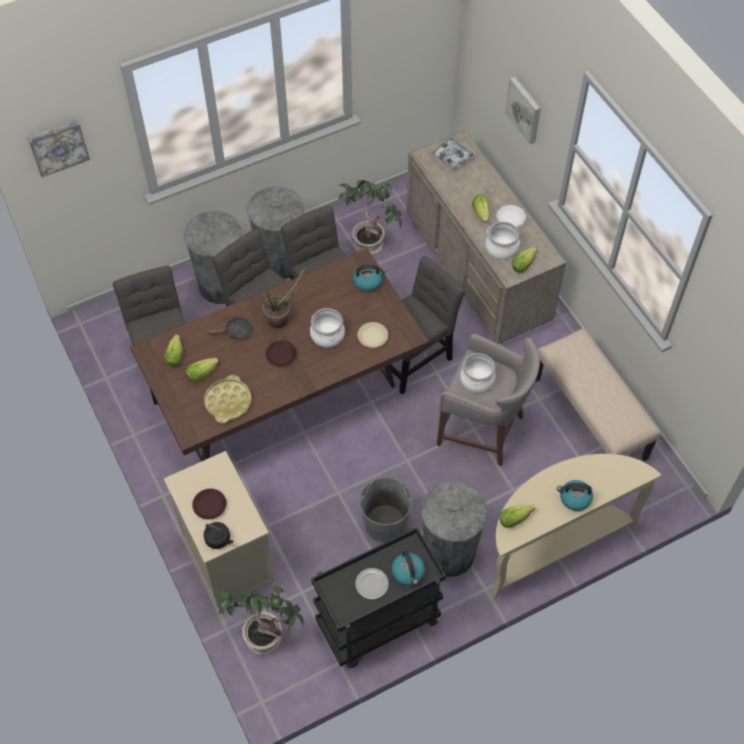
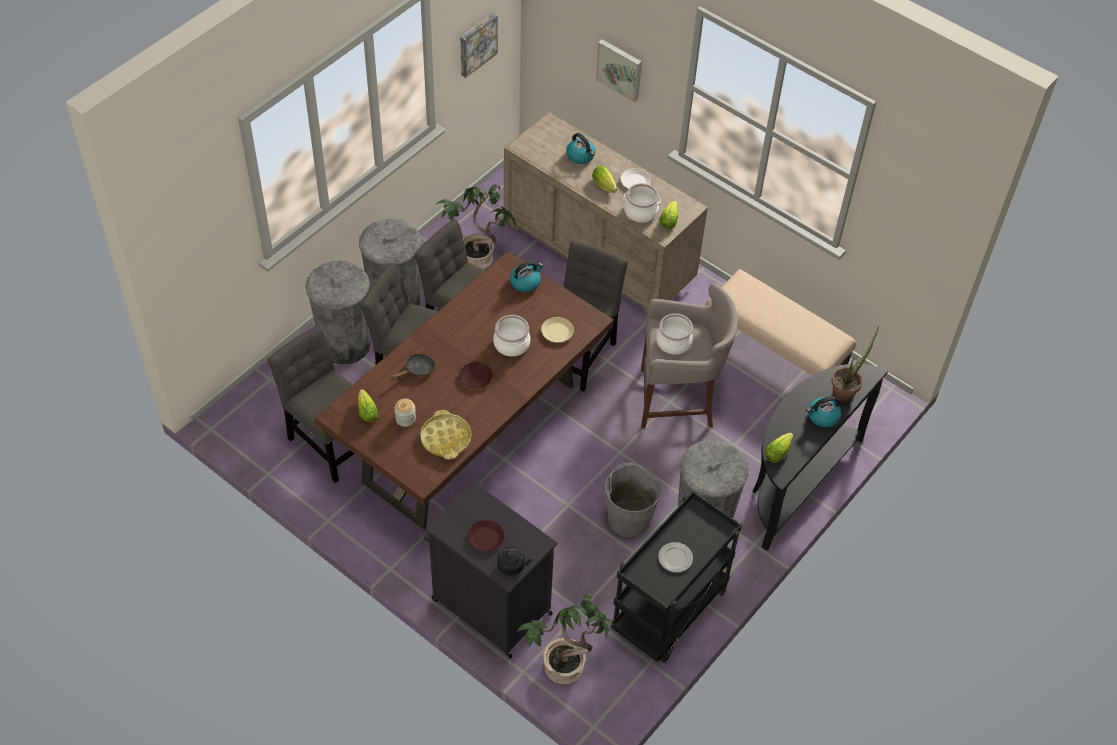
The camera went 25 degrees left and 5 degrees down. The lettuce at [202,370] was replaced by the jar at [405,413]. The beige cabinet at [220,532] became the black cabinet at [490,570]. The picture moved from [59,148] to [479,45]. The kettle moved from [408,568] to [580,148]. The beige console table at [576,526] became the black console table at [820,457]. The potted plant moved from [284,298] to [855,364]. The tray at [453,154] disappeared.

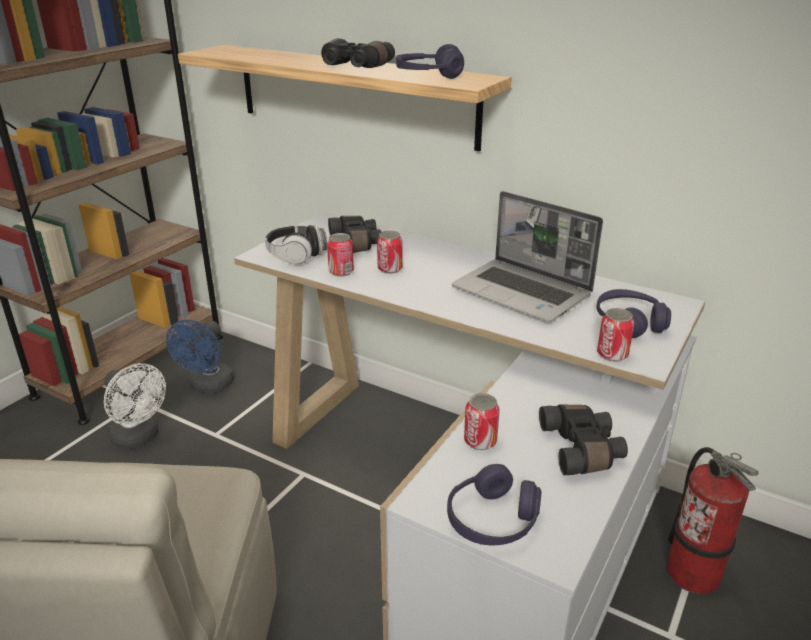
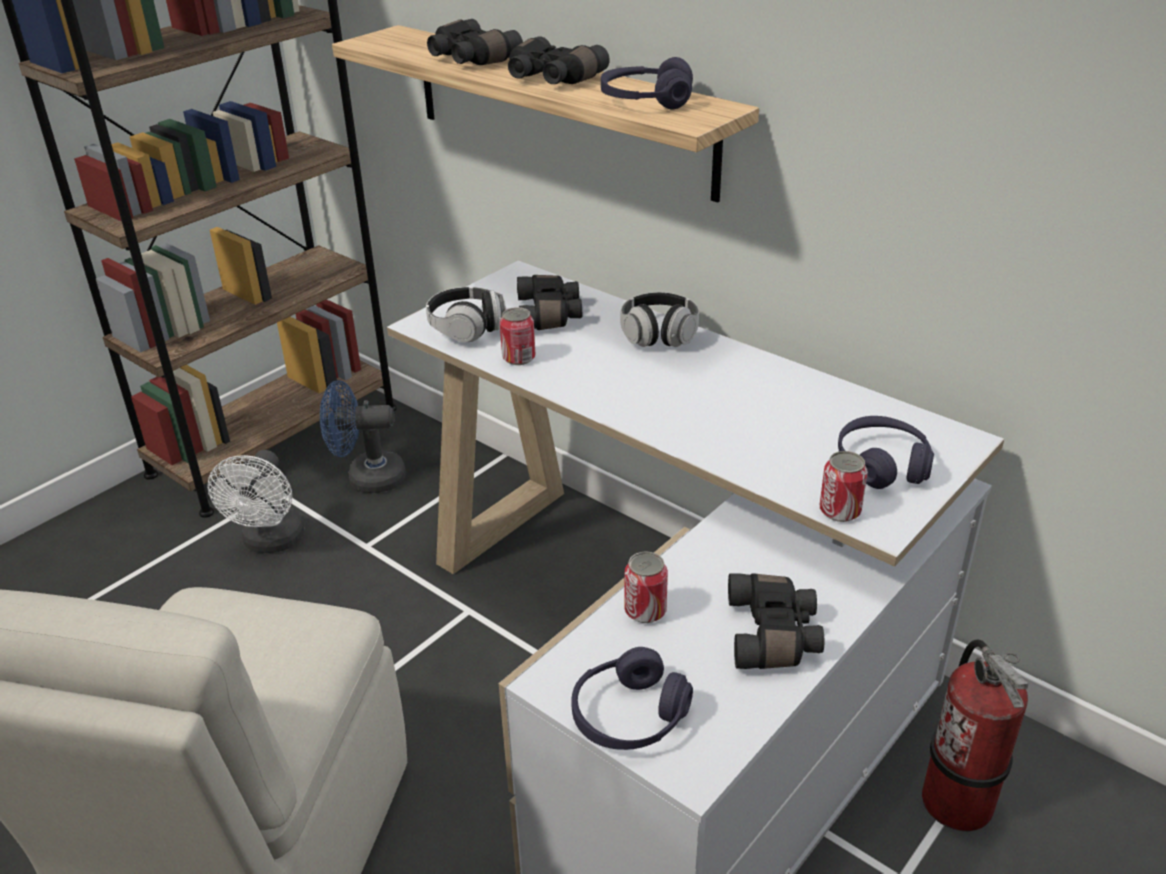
The camera went 10 degrees right and 5 degrees up. The white fan at [135,406] turned 45 degrees clockwise. The blue fan at [200,356] turned 60 degrees clockwise. The black binoculars at [475,42] appeared. The headphones at [660,319] appeared. The can at [389,252] disappeared. The laptop at [527,256] disappeared.

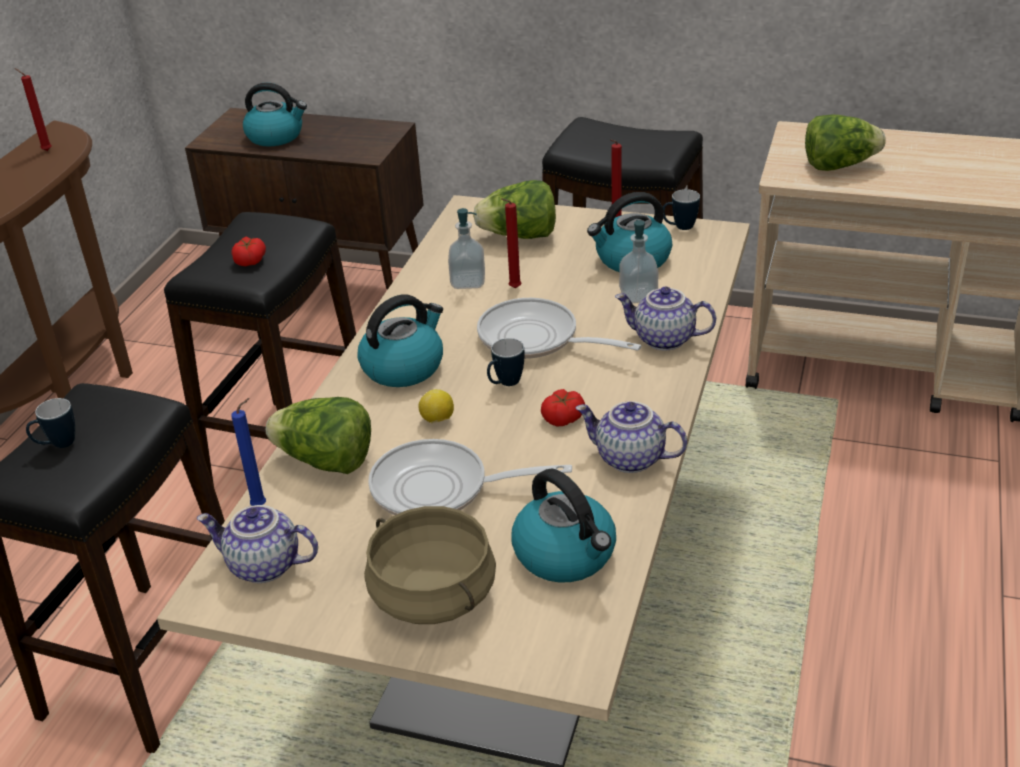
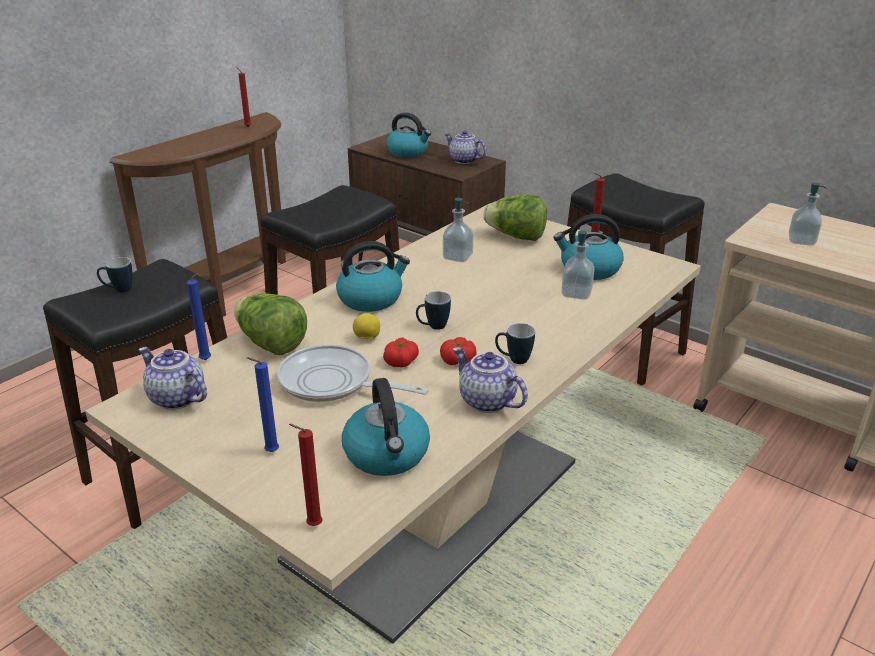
The camera went 20 degrees right and 5 degrees down. The beige cooking pot at [430,565] was replaced by the blue candle at [263,404]. The red candle moved from [511,243] to [306,475]. The tomato moved from [249,251] to [401,352]. The teapot moved from [665,318] to [465,147]. The mug moved from [681,209] to [515,343]. The lettuce at [845,142] was replaced by the soap dispenser at [807,214]. The frying pan at [559,328] disappeared.

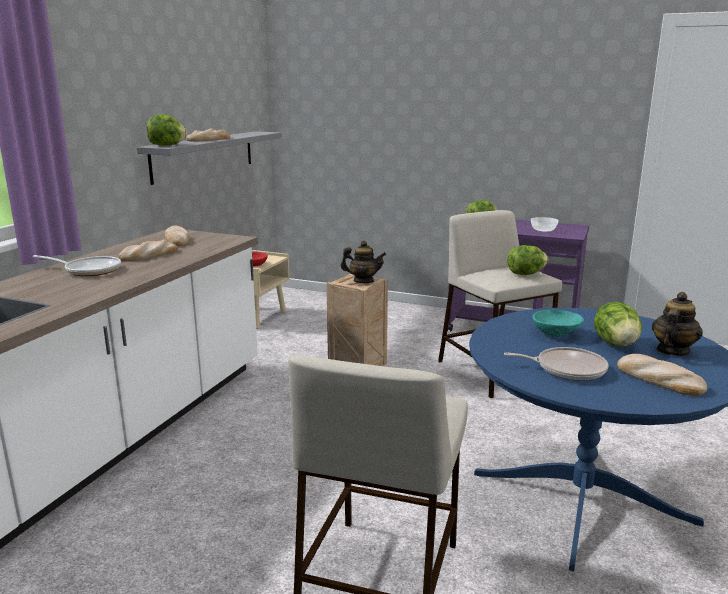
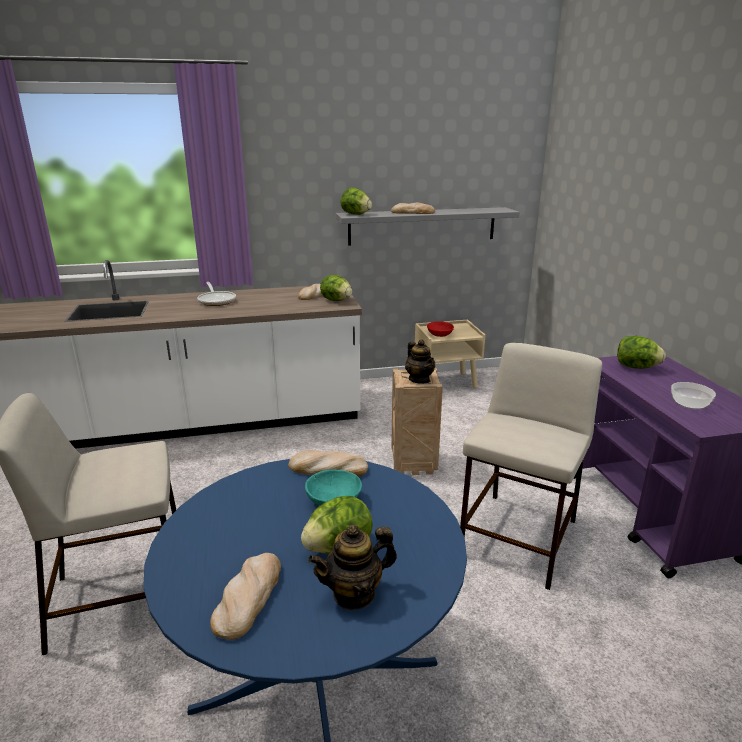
The camera went 55 degrees right and 5 degrees up. The bread moved from [148,250] to [328,463]. The teapot at [677,324] turned 150 degrees clockwise. The lettuce moved from [527,260] to [336,288]. The frying pan at [556,364] disappeared.

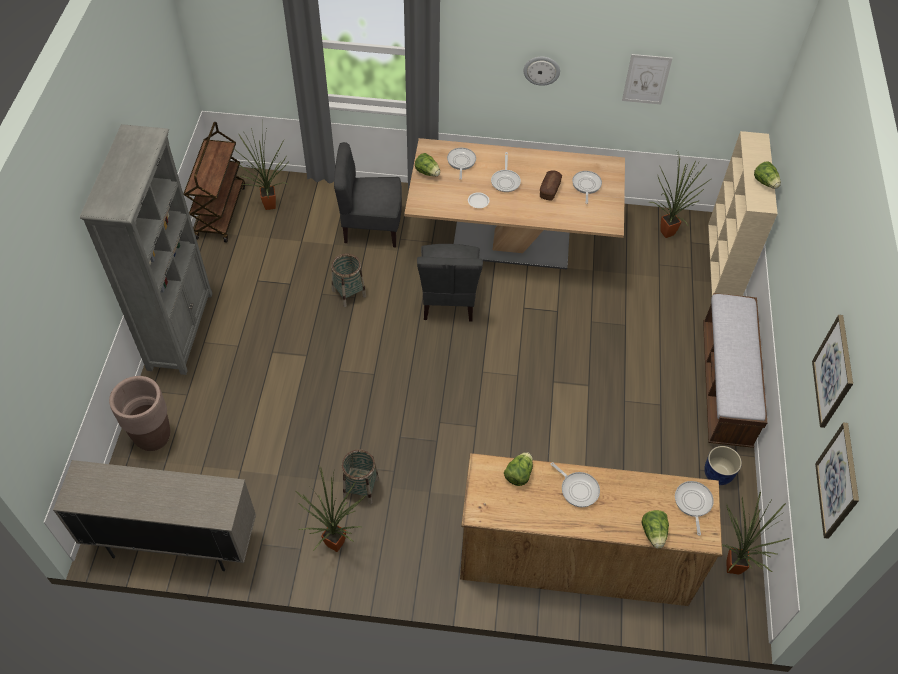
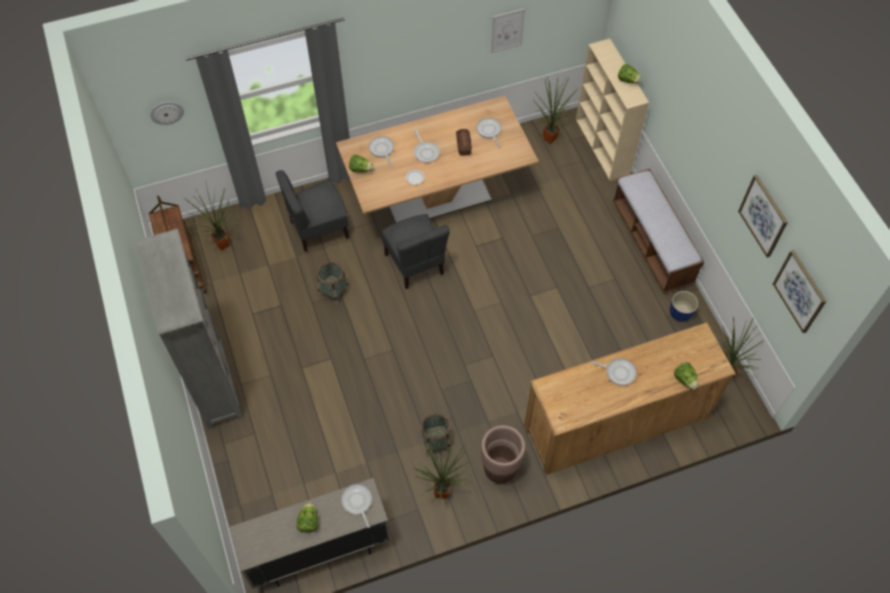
The camera went 25 degrees left and 5 degrees up. The wall clock moved from [542,71] to [167,113]. The lettuce moved from [518,469] to [307,517]. The frying pan moved from [694,508] to [356,506]. The brown planter moved from [139,413] to [503,454].

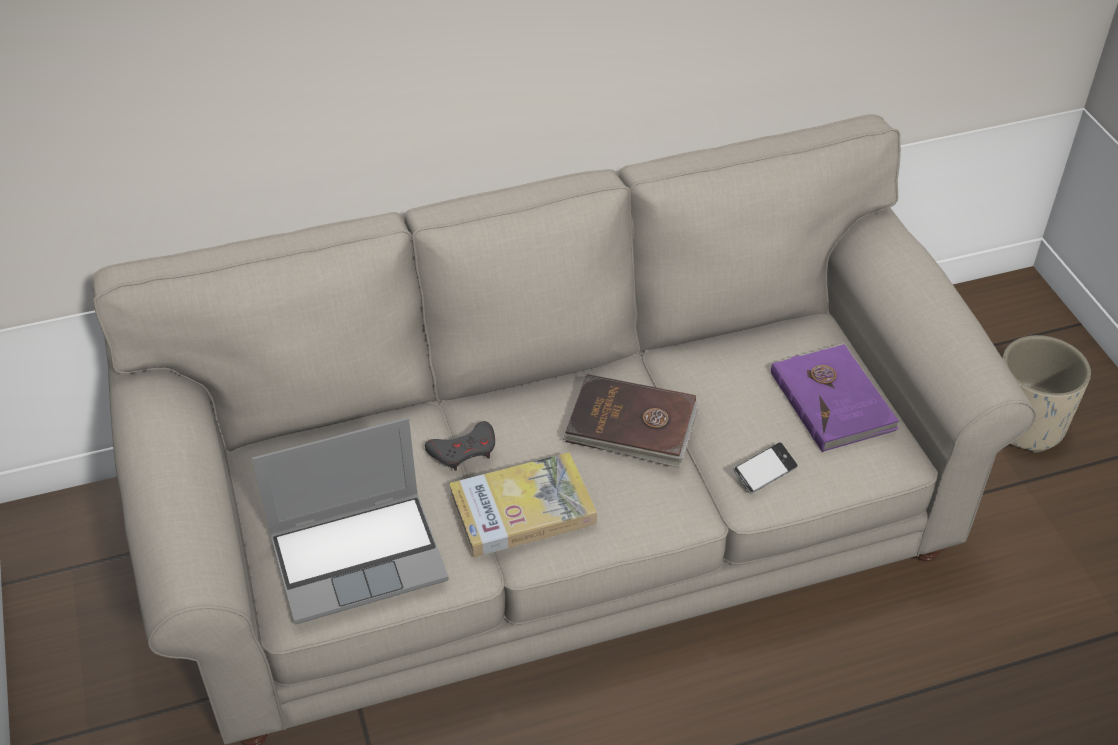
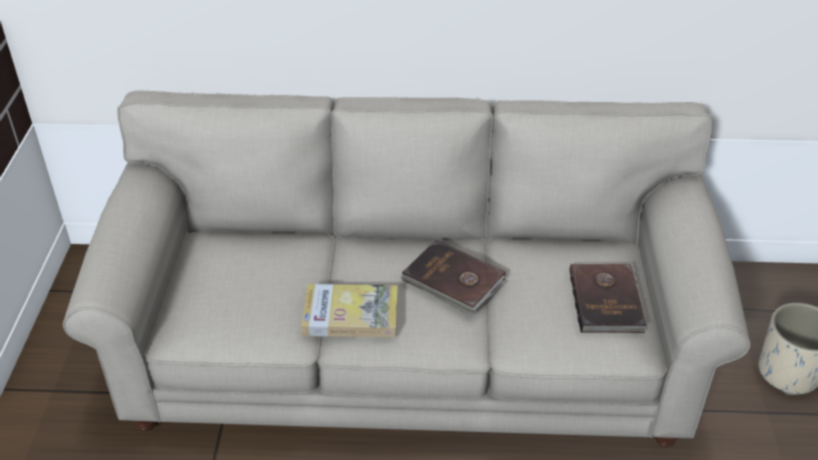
The camera went 20 degrees right and 5 degrees down. The purple book at [835,397] became the brown book at [608,298]. The laptop at [350,520] disappeared. The grey game controller at [460,446] disappeared. The phone at [765,467] disappeared.

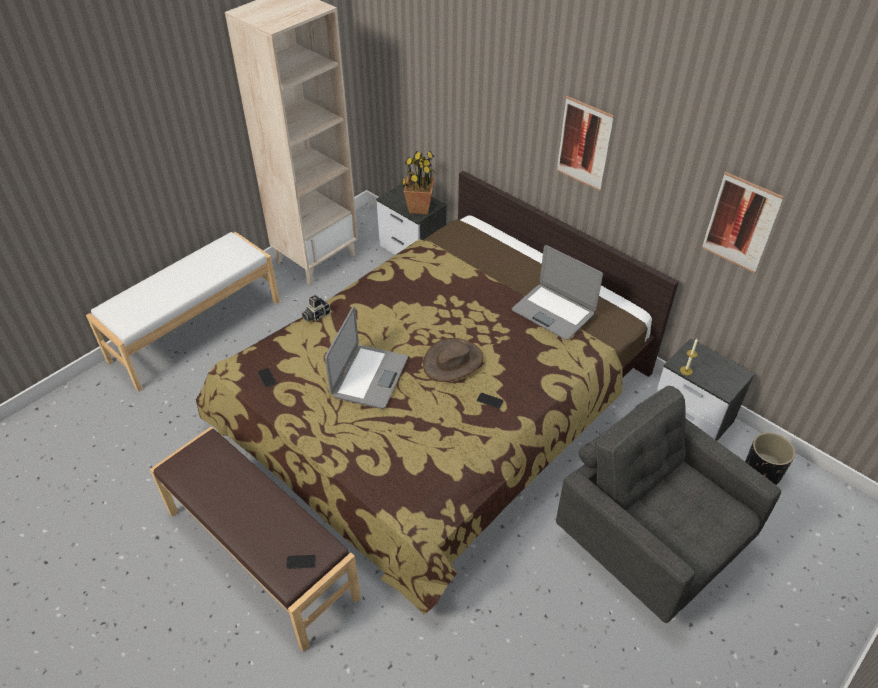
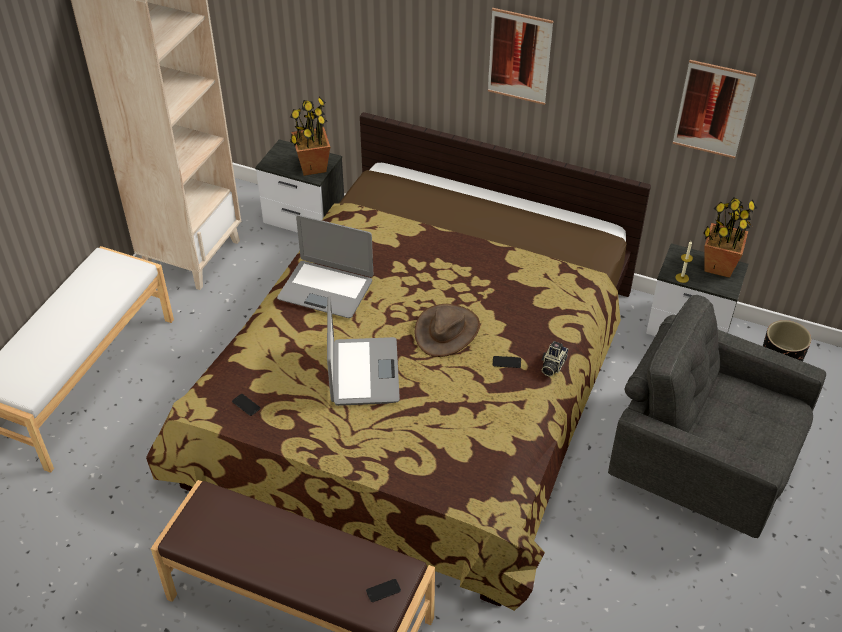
The camera went 20 degrees left and 0 degrees up. The laptop moved from [557,292] to [325,266]. The photo camera moved from [316,308] to [555,359]. The potted plant at [730,237] appeared.

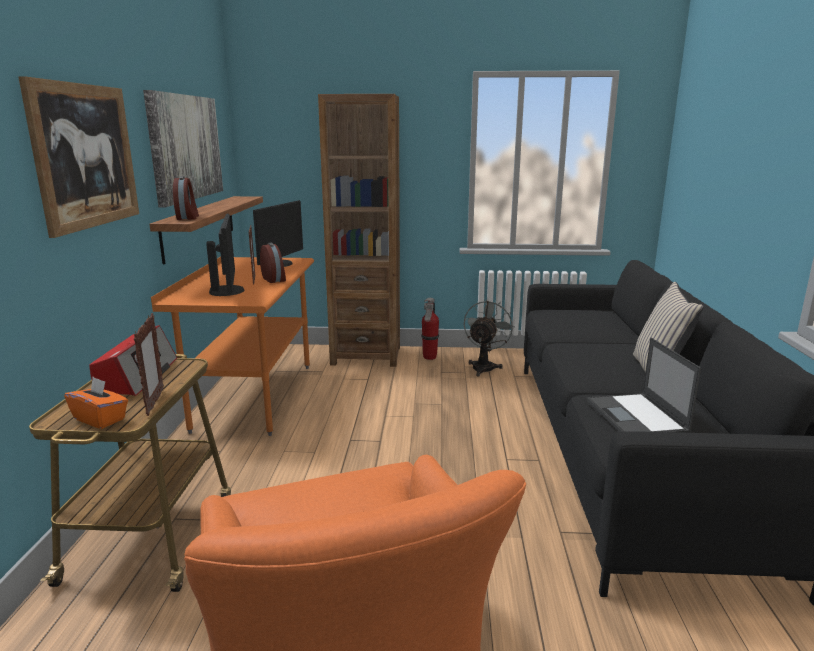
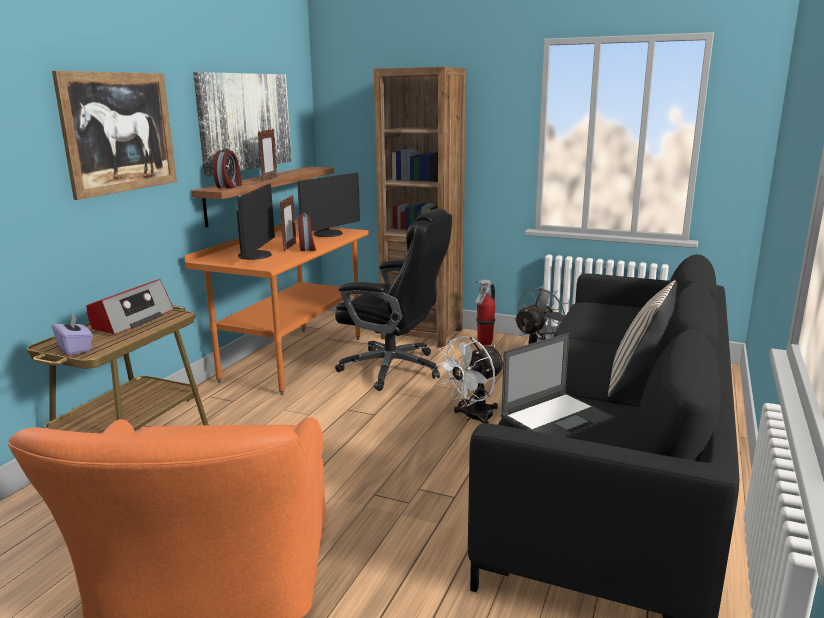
The camera went 20 degrees right and 0 degrees up. The orange tissue box at [96,403] became the purple tissue box at [72,335]. The picture frame moved from [149,364] to [267,155]. The black office chair at [393,299] appeared. The white fan at [469,380] appeared. The laptop at [644,385] turned 135 degrees counterclockwise.

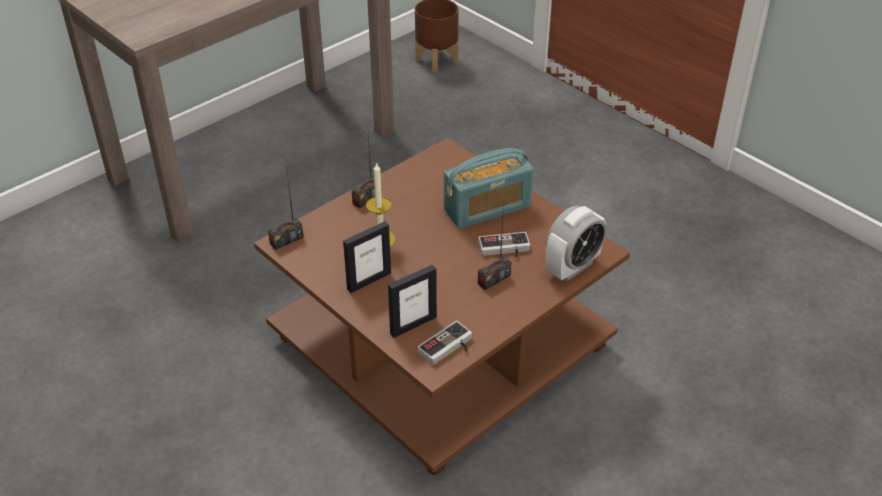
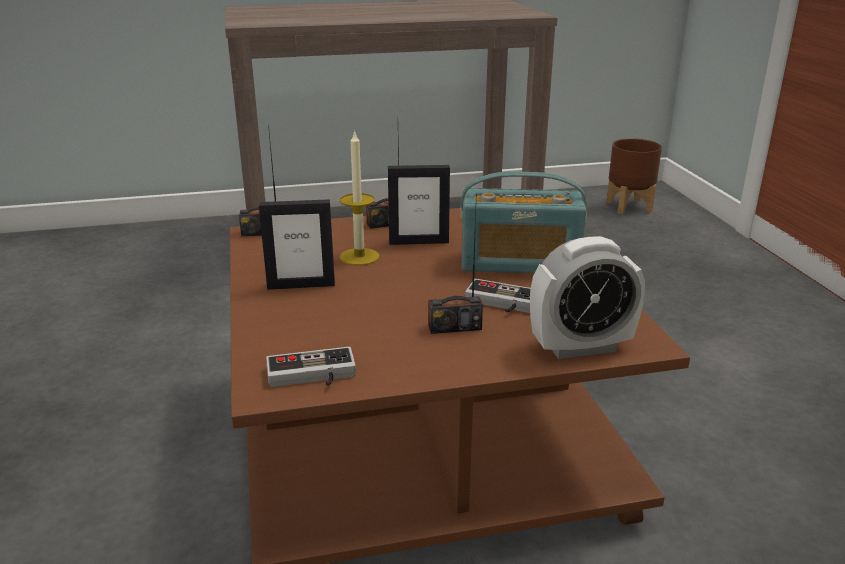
The camera went 30 degrees right and 15 degrees down. The picture frame moved from [412,301] to [419,205].

